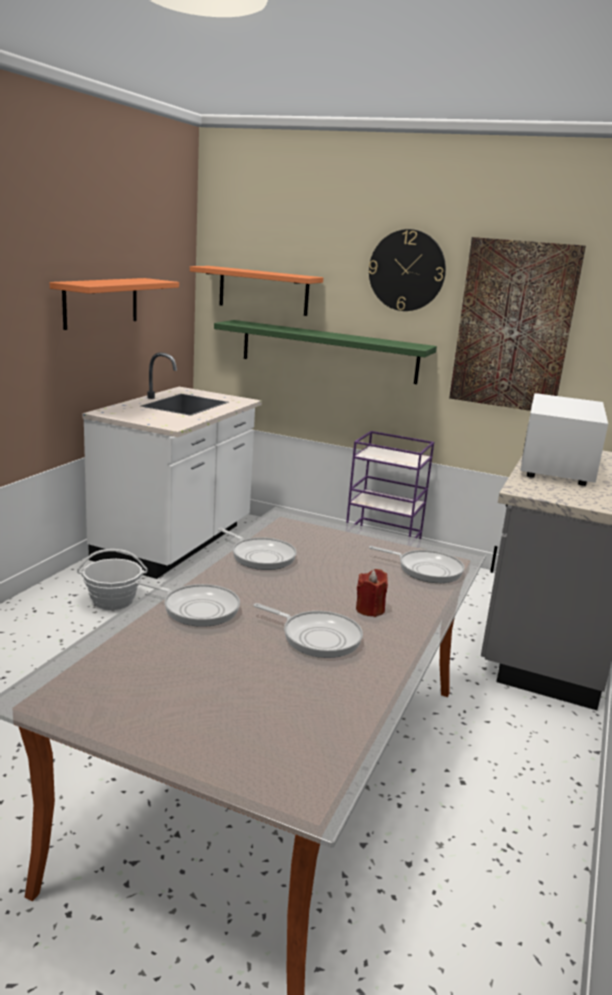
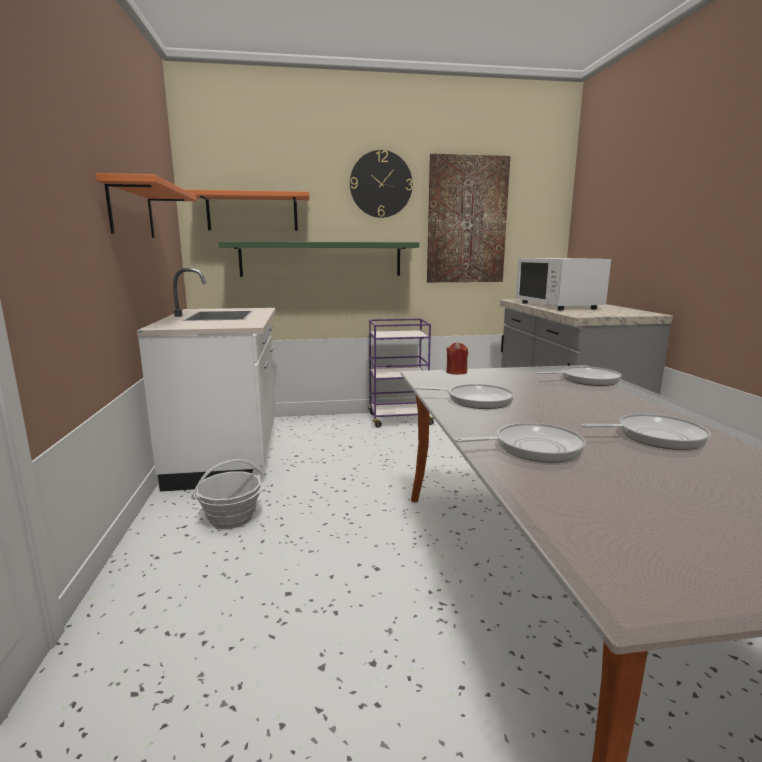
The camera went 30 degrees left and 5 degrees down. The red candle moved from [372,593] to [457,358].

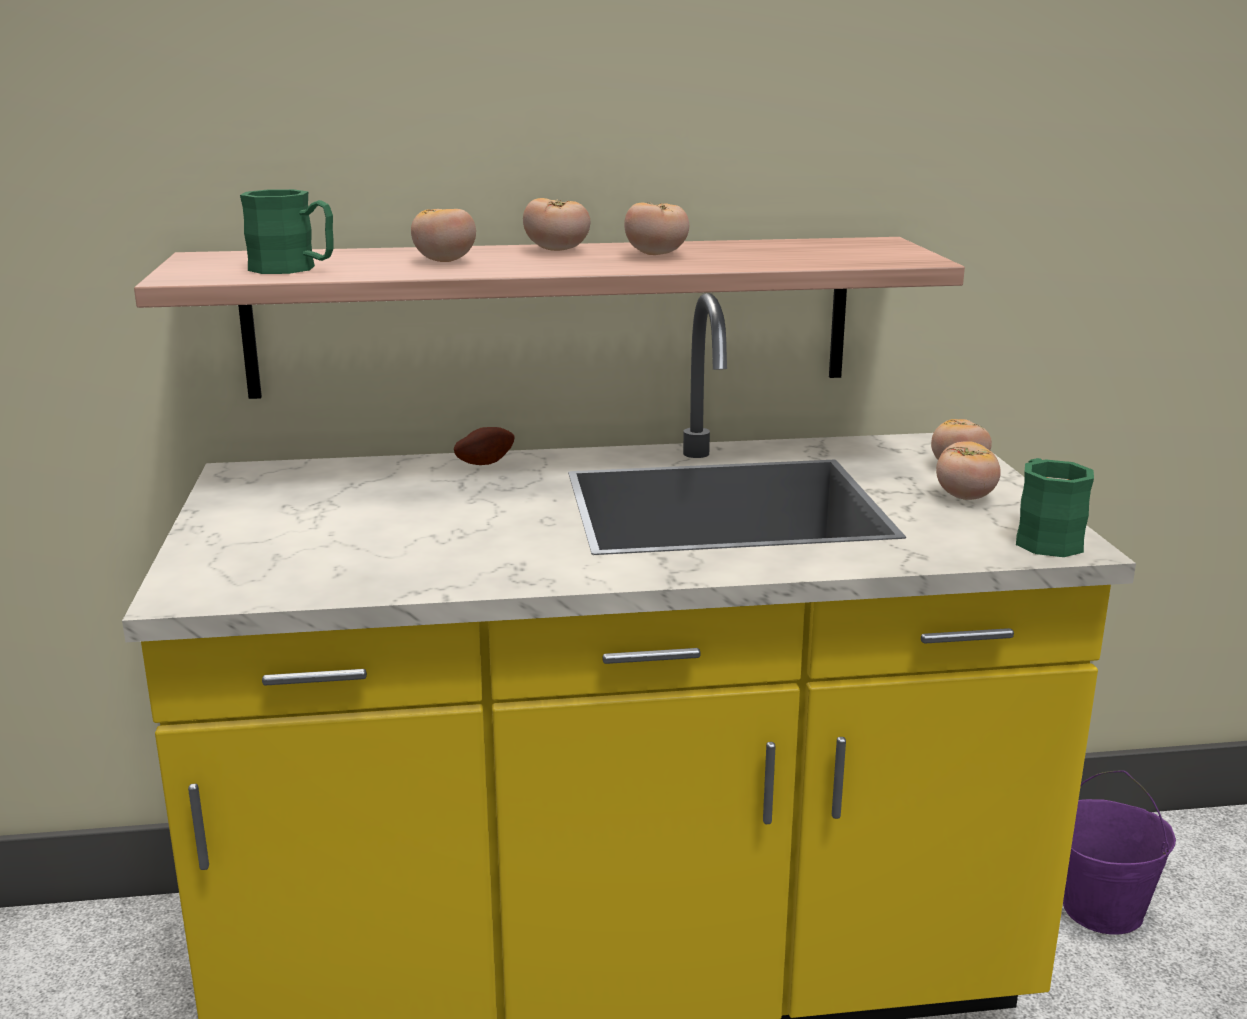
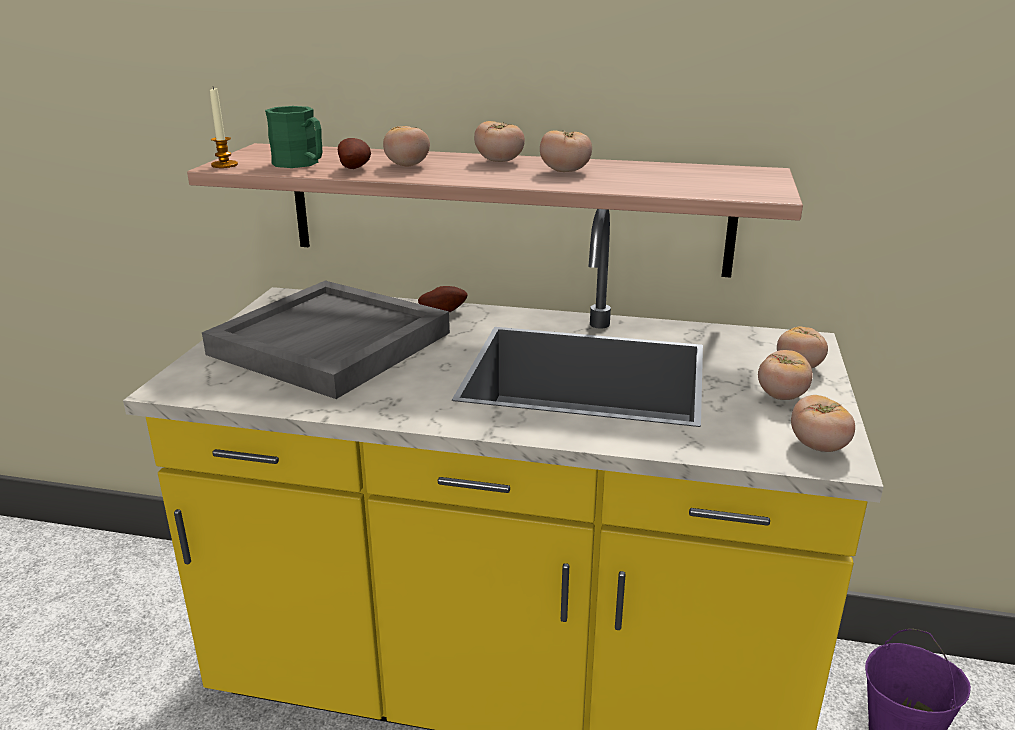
The camera went 20 degrees right and 5 degrees up. The grey tray at [326,340] appeared. The candle at [224,127] appeared. The potato at [354,153] appeared. The green mug at [1055,507] was replaced by the tomato at [823,423].

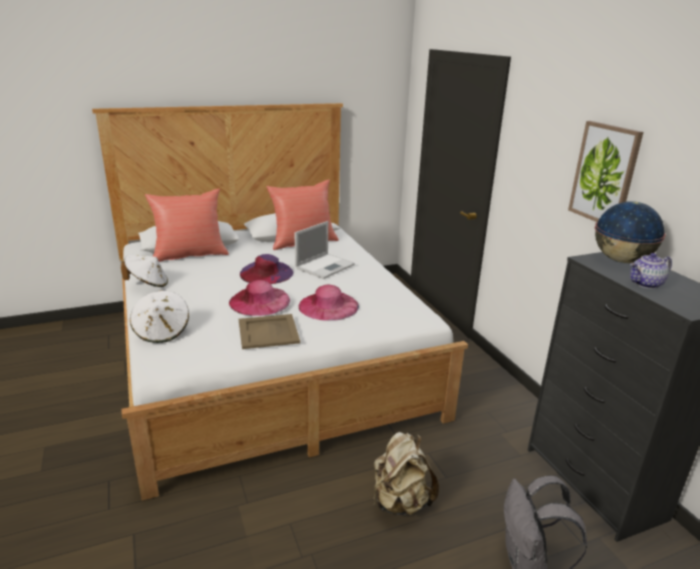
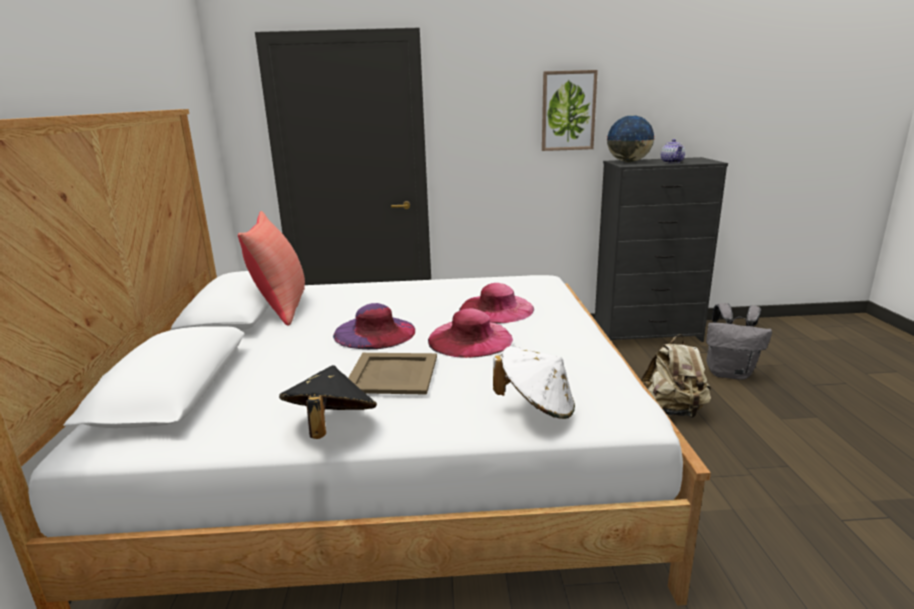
The camera went 70 degrees left and 5 degrees down. The white hat at [144,271] became the black hat at [328,402]. The beige tray moved from [269,331] to [392,374]. The red pillow at [187,225] disappeared. The laptop at [325,250] disappeared.

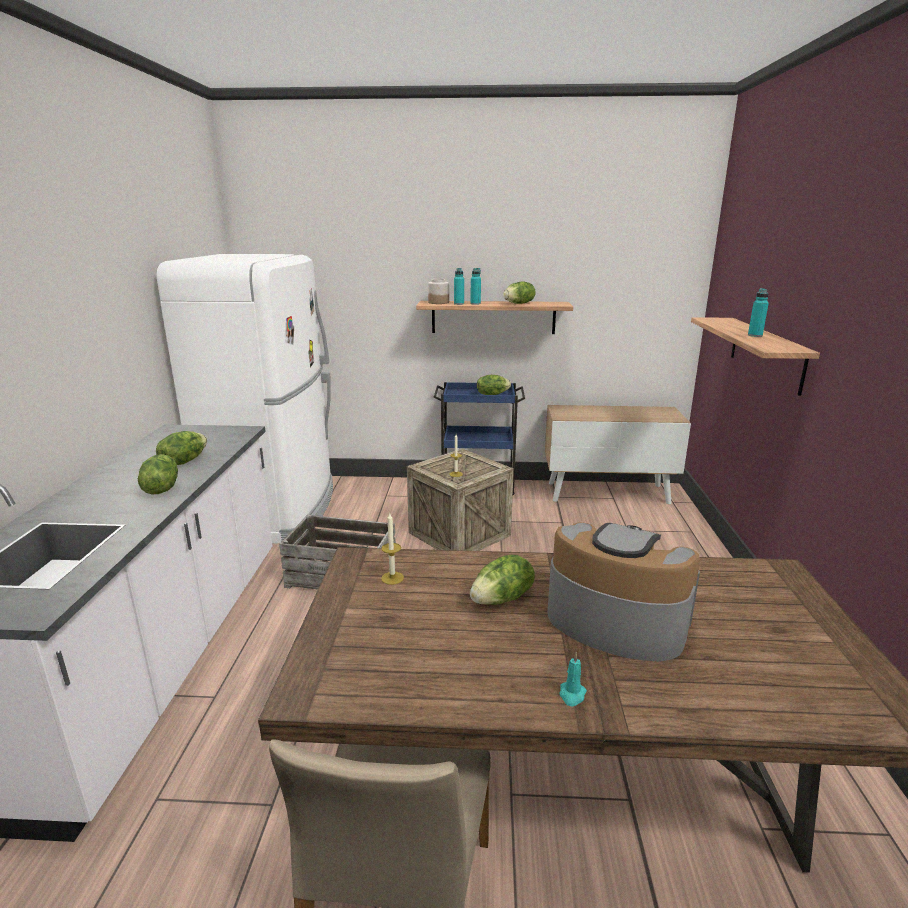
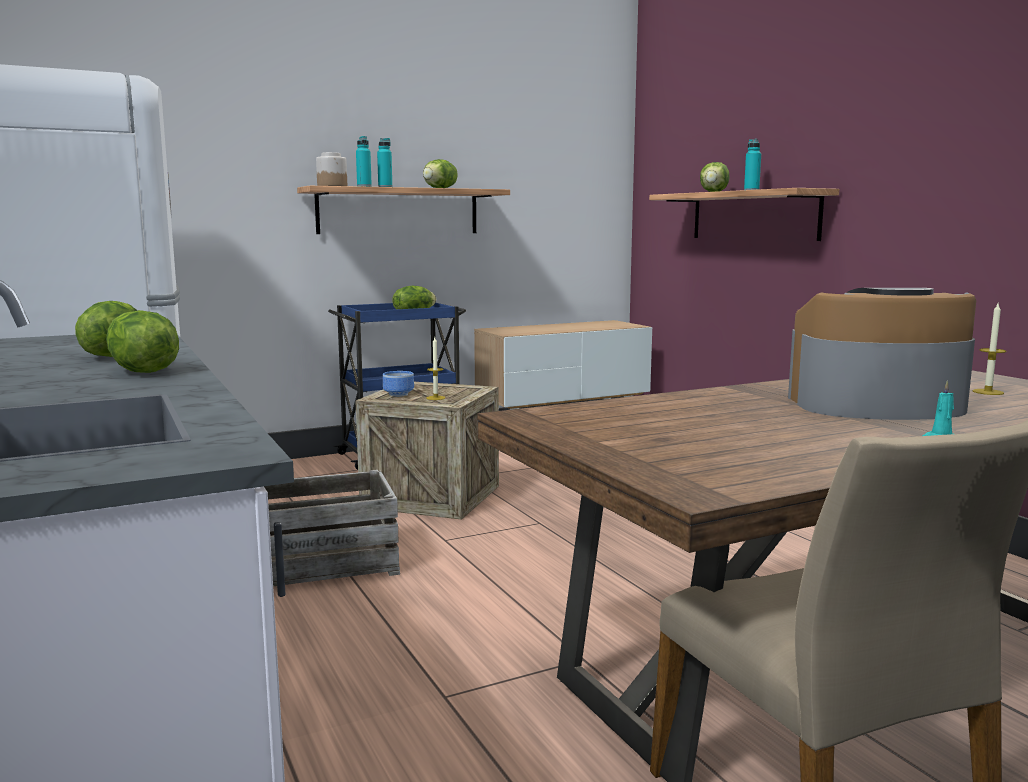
The camera went 30 degrees left and 10 degrees down. The bowl at [398,384] appeared. The lettuce moved from [502,580] to [715,177]. The candle moved from [392,549] to [989,349].

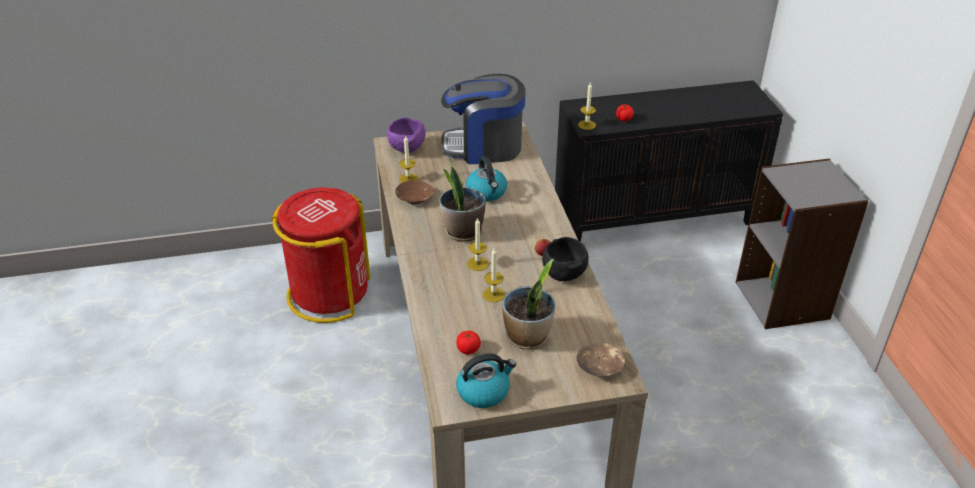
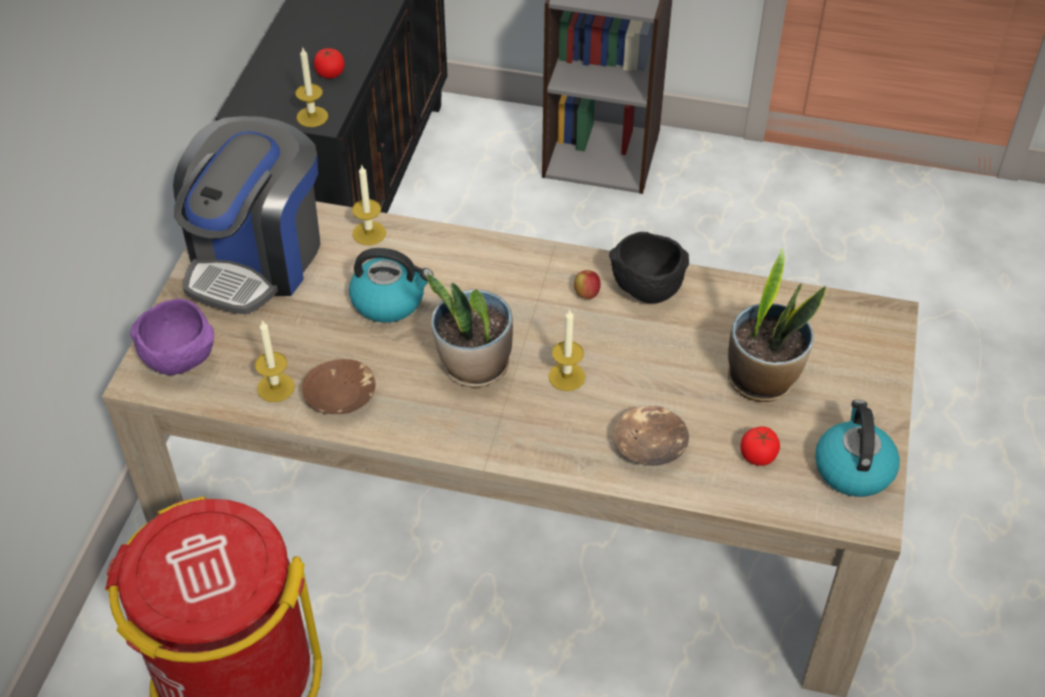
The camera went 65 degrees left and 10 degrees up. The candle moved from [494,275] to [369,204]. The brown bowl moved from [601,359] to [651,436].

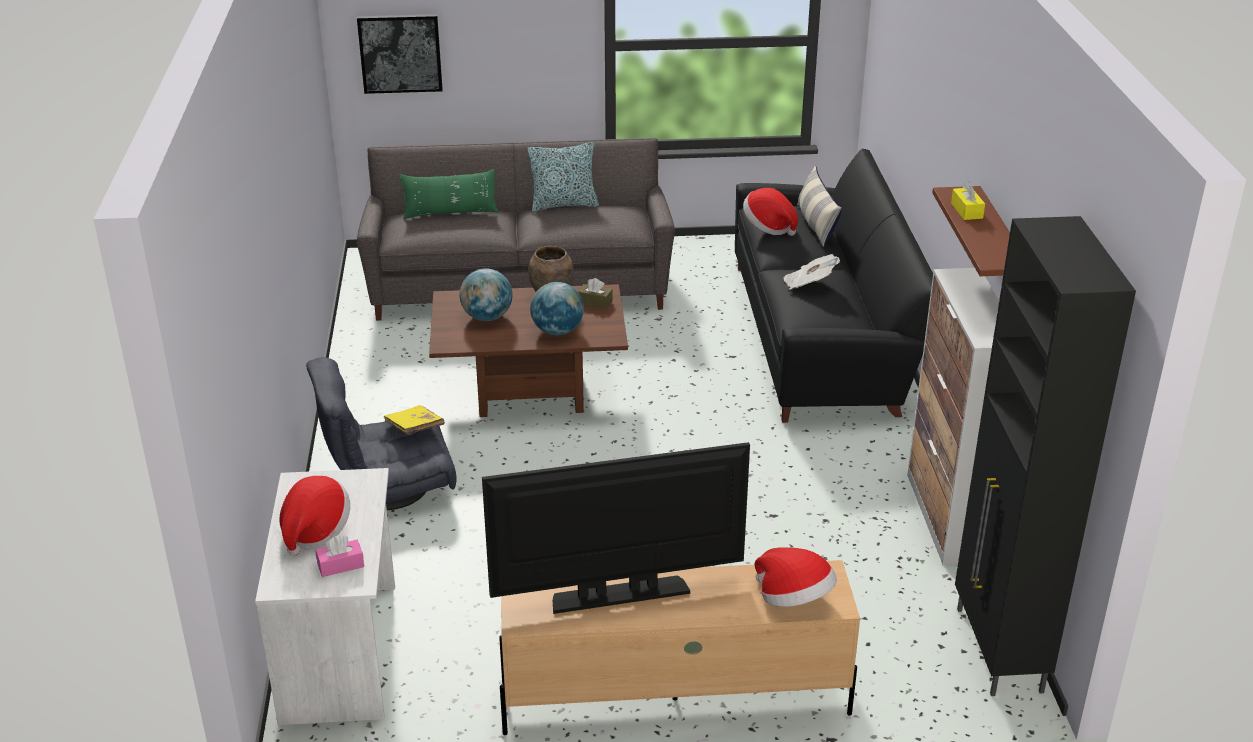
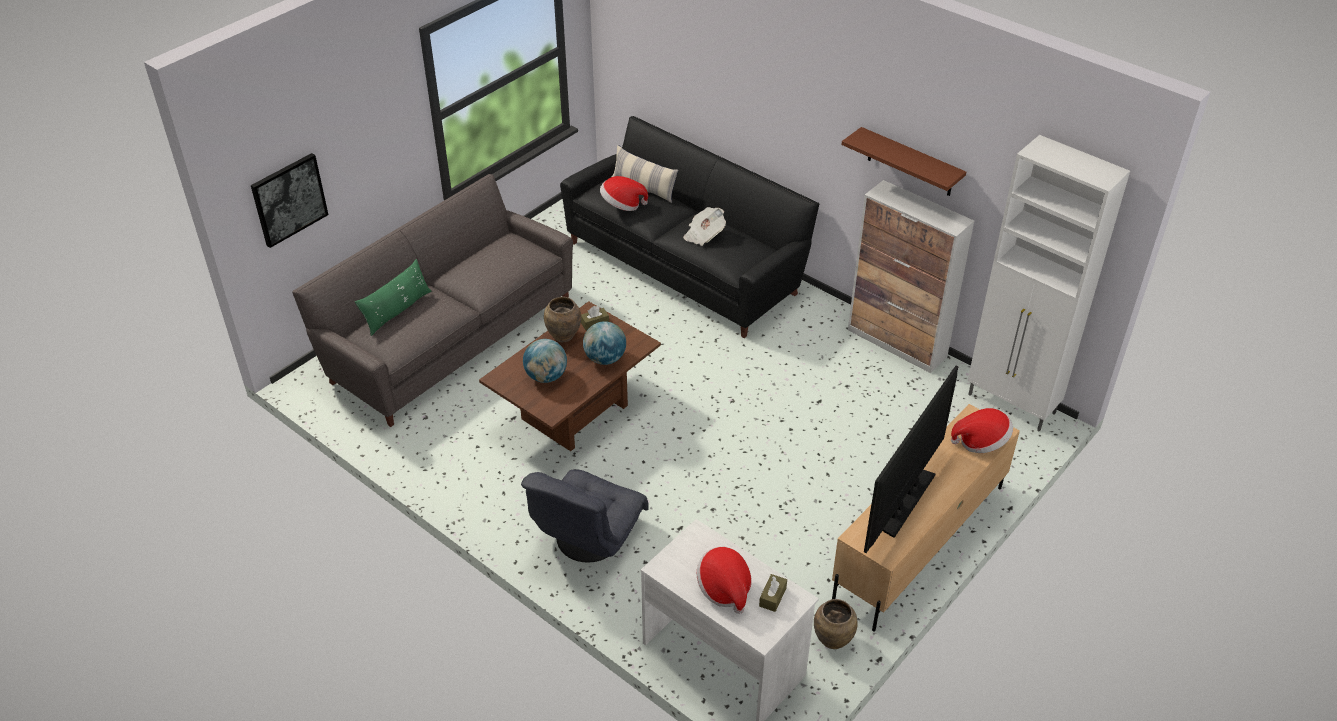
The camera went 45 degrees left and 10 degrees up. The pink tissue box at [339,556] became the brown tissue box at [773,593]. The brown vase at [836,624] appeared. The black cabinet at [1045,456] became the white cabinet at [1049,283]. The yellow book at [414,420] disappeared. The pillow at [563,177] disappeared. The yellow tissue box at [968,200] disappeared.

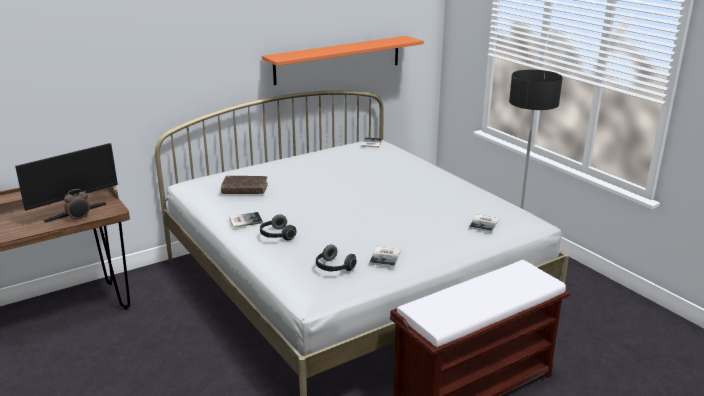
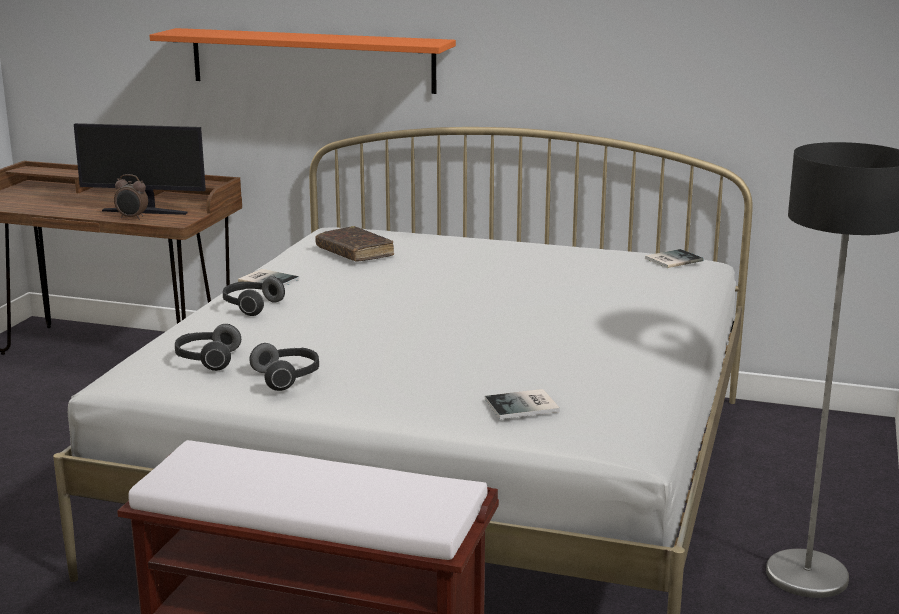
The camera went 50 degrees right and 5 degrees down. The orange shelf moved from [343,60] to [302,61]. The book at [385,257] was replaced by the headphones at [284,367].

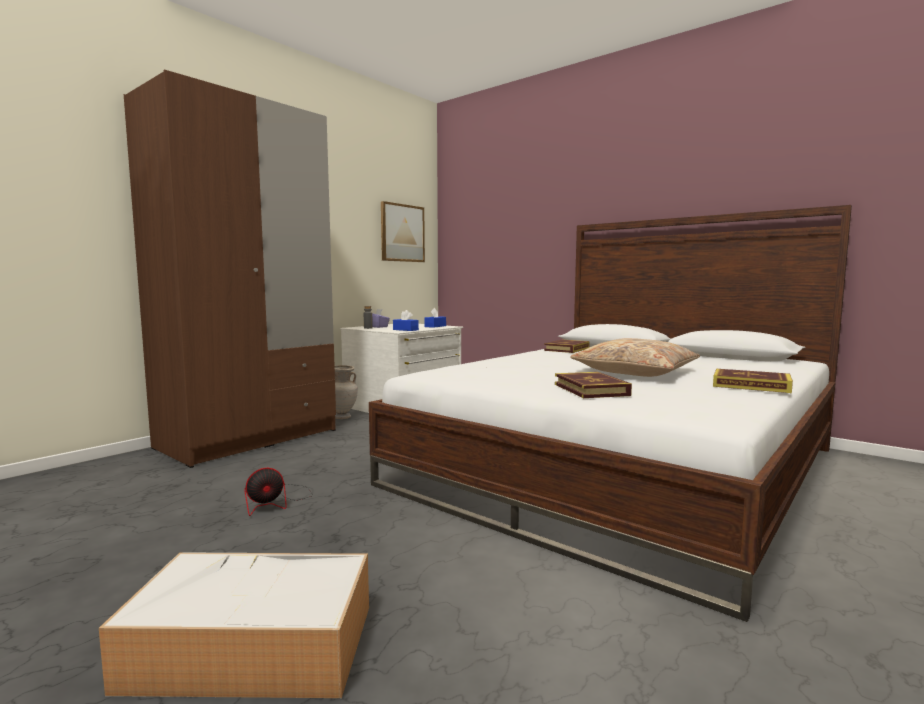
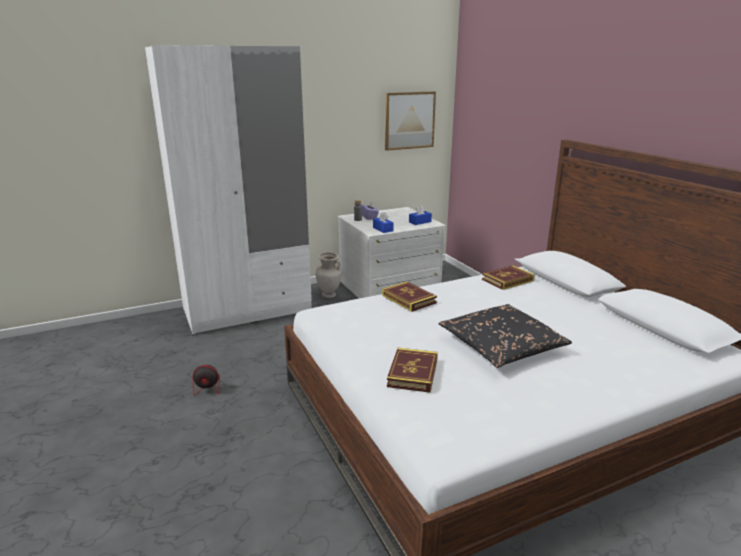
The camera went 25 degrees right and 15 degrees up. The brown wardrobe at [230,269] became the white wardrobe at [228,190]. The book moved from [753,381] to [409,296]. The beige pillow at [635,357] became the black pillow at [505,336]. The storage box at [234,625] disappeared.

